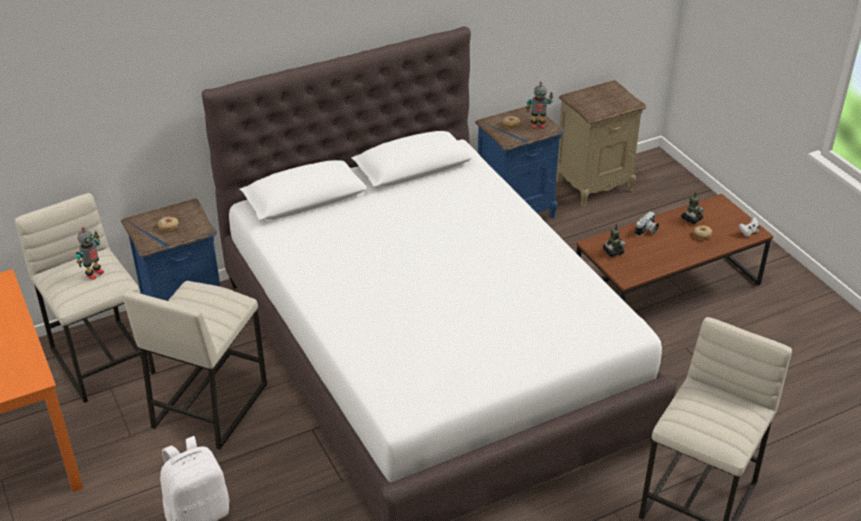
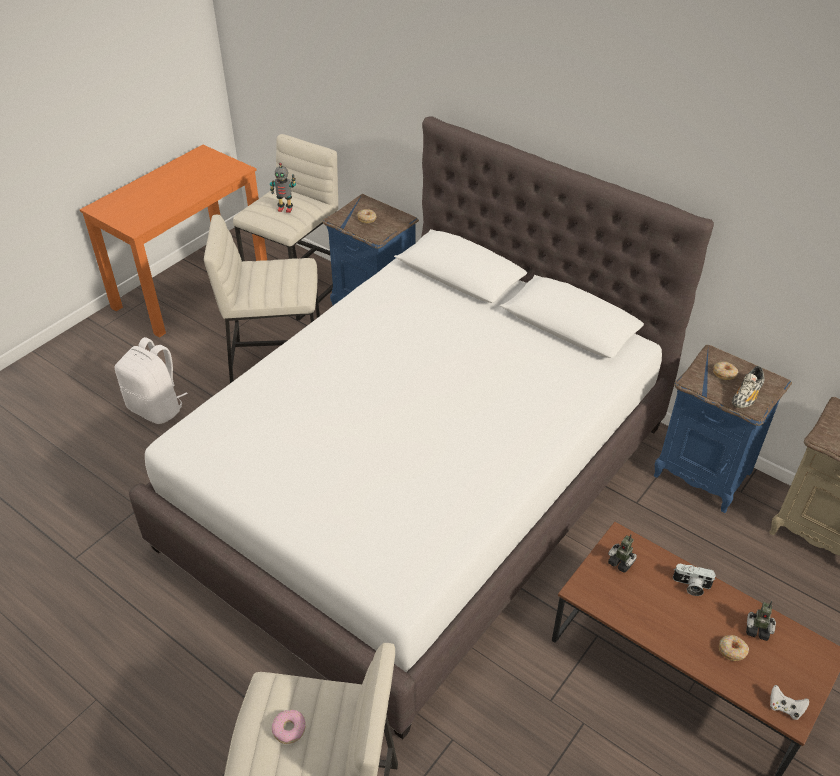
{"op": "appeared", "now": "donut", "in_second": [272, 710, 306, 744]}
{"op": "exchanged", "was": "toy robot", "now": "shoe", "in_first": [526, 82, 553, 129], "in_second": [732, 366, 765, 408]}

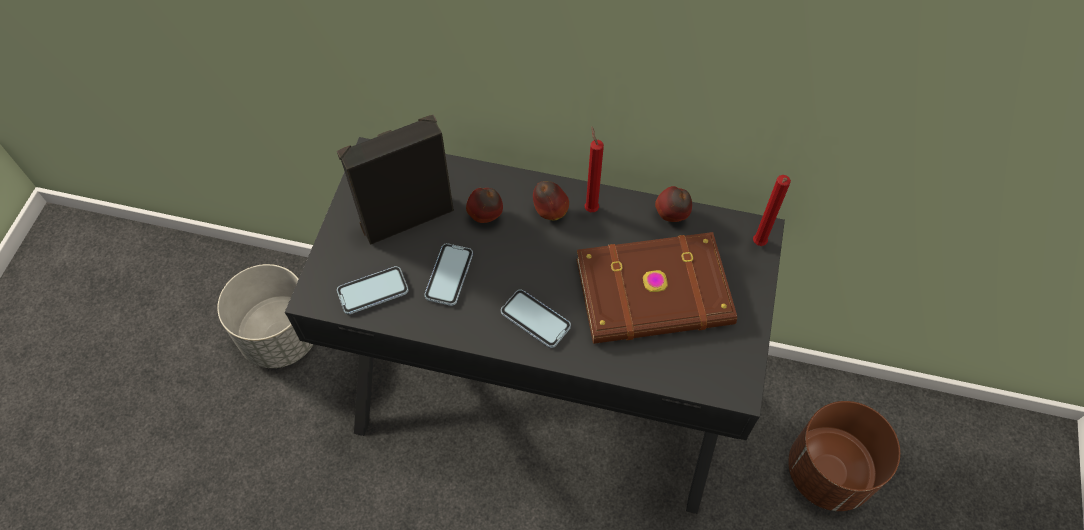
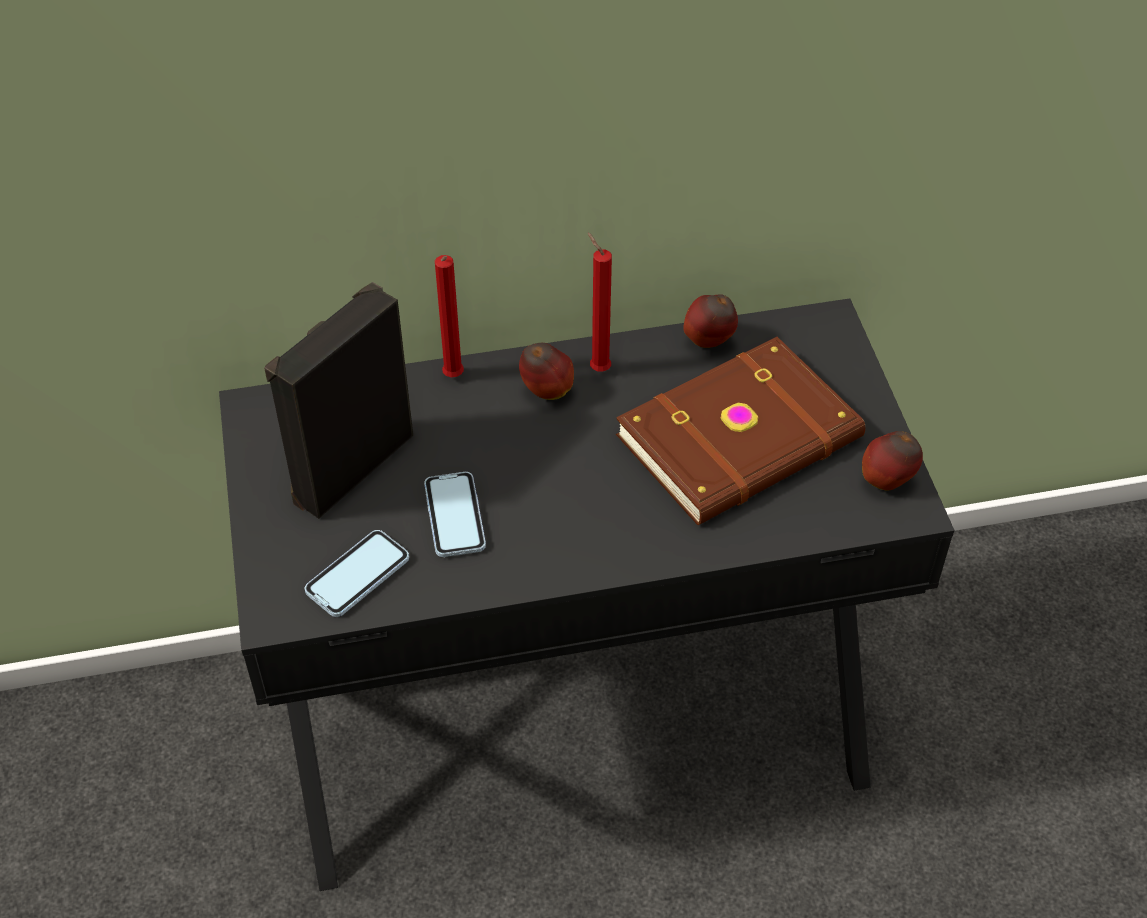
{"op": "relocated", "was": "red candle", "in_first": [753, 175, 791, 246], "in_second": [435, 255, 464, 377]}
{"op": "relocated", "was": "apple", "in_first": [466, 188, 503, 223], "in_second": [862, 431, 923, 490]}
{"op": "missing", "was": "grey planter", "in_first": [217, 264, 314, 368]}
{"op": "missing", "was": "phone", "in_first": [501, 289, 571, 348]}
{"op": "missing", "was": "brown planter", "in_first": [788, 401, 900, 511]}

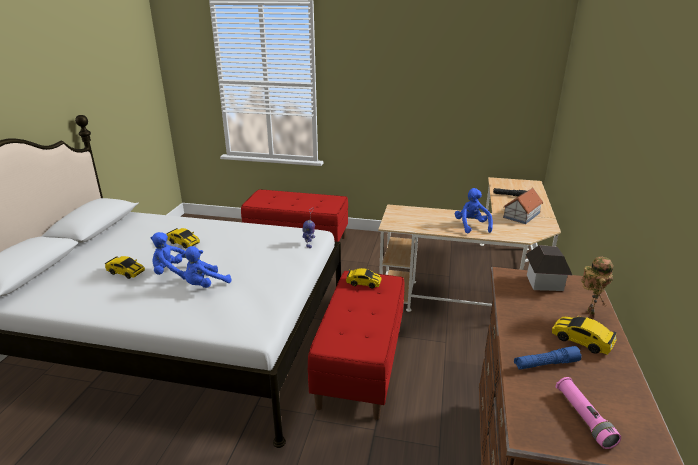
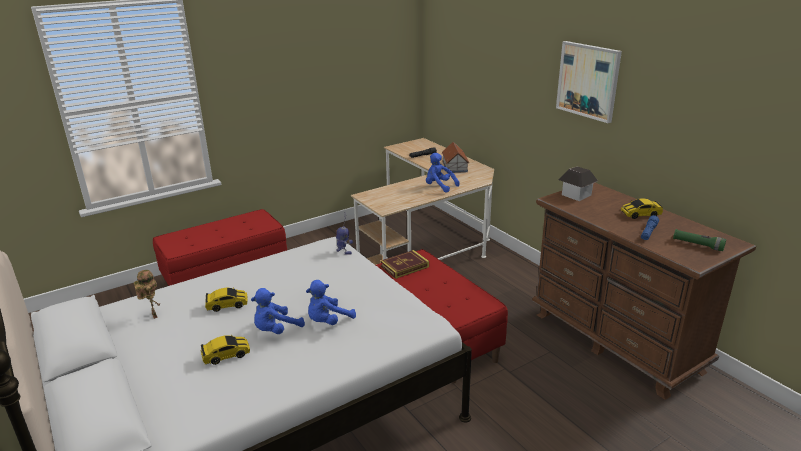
{"op": "relocated", "was": "toy robot", "in_first": [581, 256, 613, 318], "in_second": [134, 270, 161, 319]}
{"op": "spun", "was": "blue plush toy", "in_first": [181, 246, 231, 288], "in_second": [306, 280, 356, 325], "clockwise": 45}
{"op": "exchanged", "was": "toy car", "now": "book", "in_first": [346, 268, 382, 288], "in_second": [380, 250, 429, 279]}
{"op": "appeared", "now": "picture", "in_second": [556, 41, 622, 123]}
{"op": "colour", "was": "pink flashlight", "now": "green flashlight", "in_first": [556, 377, 621, 449], "in_second": [673, 229, 726, 251]}

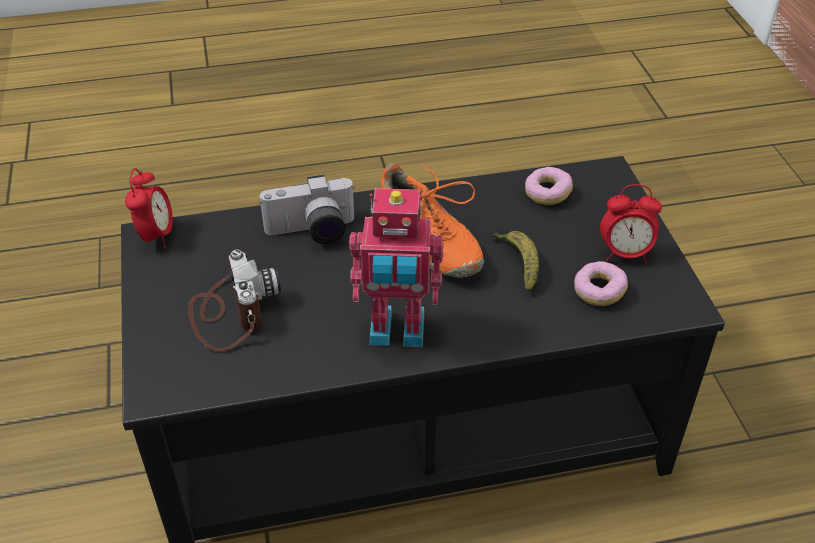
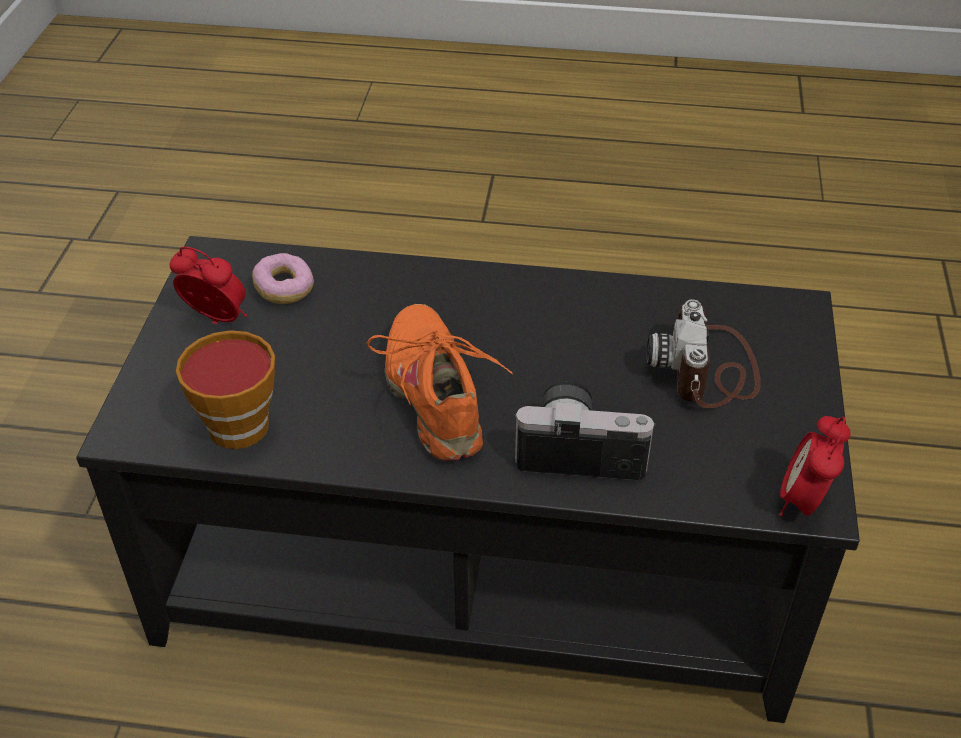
{"op": "exchanged", "was": "donut", "now": "cup", "in_first": [525, 167, 573, 205], "in_second": [176, 330, 275, 449]}
{"op": "missing", "was": "toy robot", "in_first": [349, 188, 444, 347]}
{"op": "missing", "was": "banana", "in_first": [492, 231, 539, 292]}

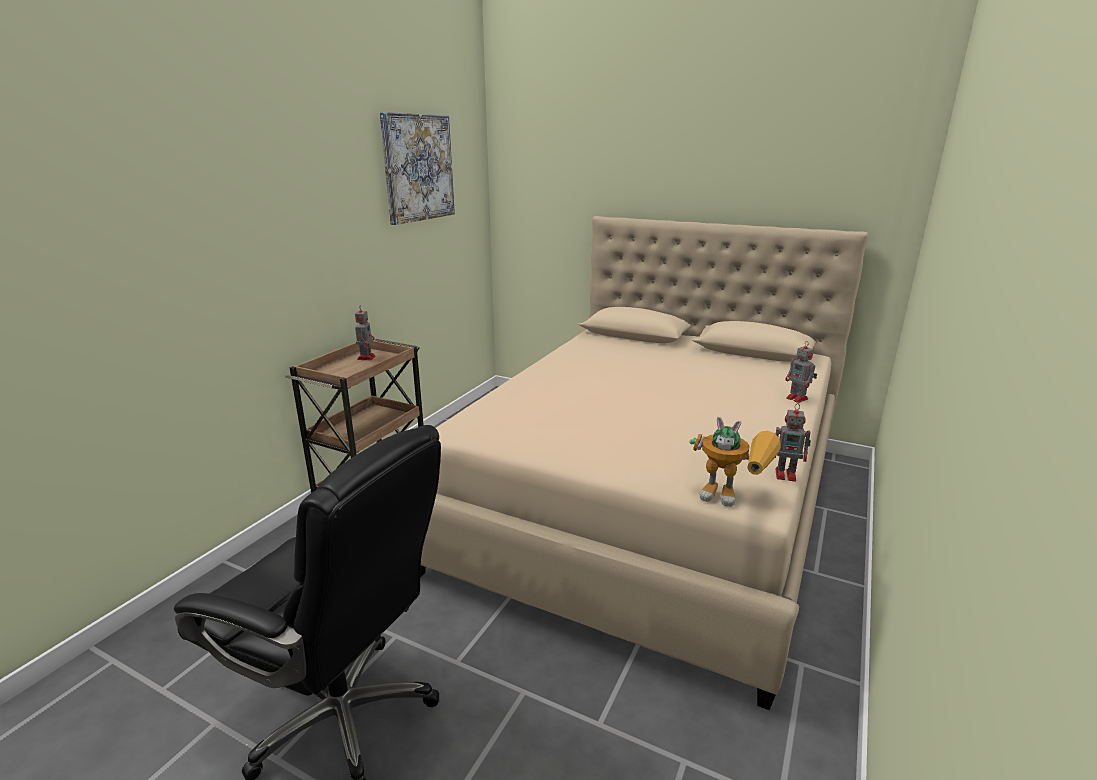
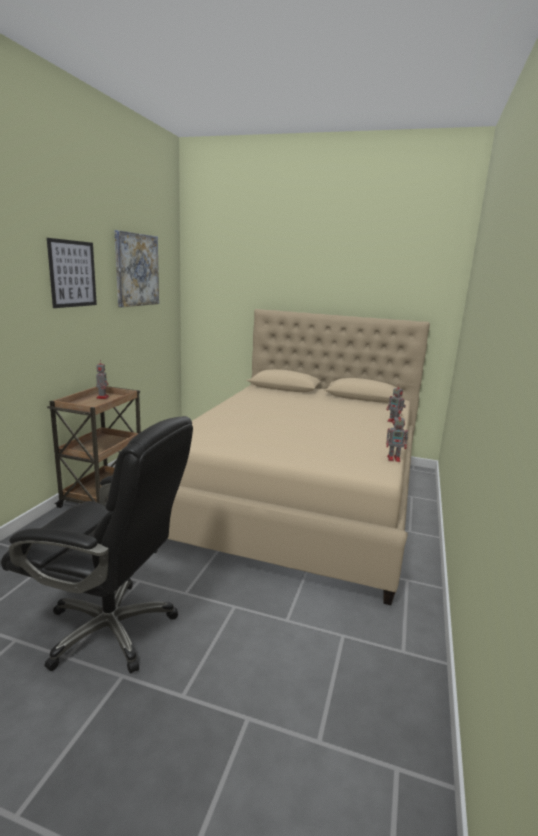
{"op": "appeared", "now": "picture", "in_second": [47, 238, 97, 308]}
{"op": "missing", "was": "toy robot", "in_first": [689, 416, 781, 507]}

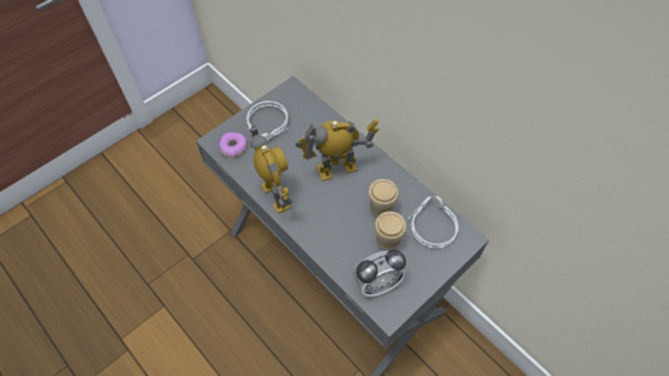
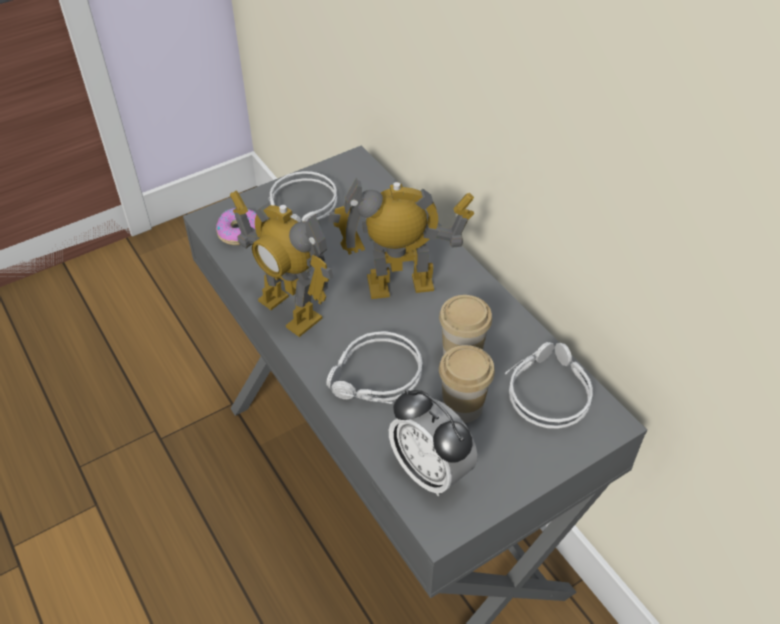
{"op": "spun", "was": "toy robot", "in_first": [249, 126, 292, 214], "in_second": [230, 190, 333, 337], "clockwise": 150}
{"op": "appeared", "now": "grey headphones", "in_second": [326, 331, 422, 404]}
{"op": "spun", "was": "alarm clock", "in_first": [353, 250, 406, 297], "in_second": [389, 389, 478, 496], "clockwise": 60}

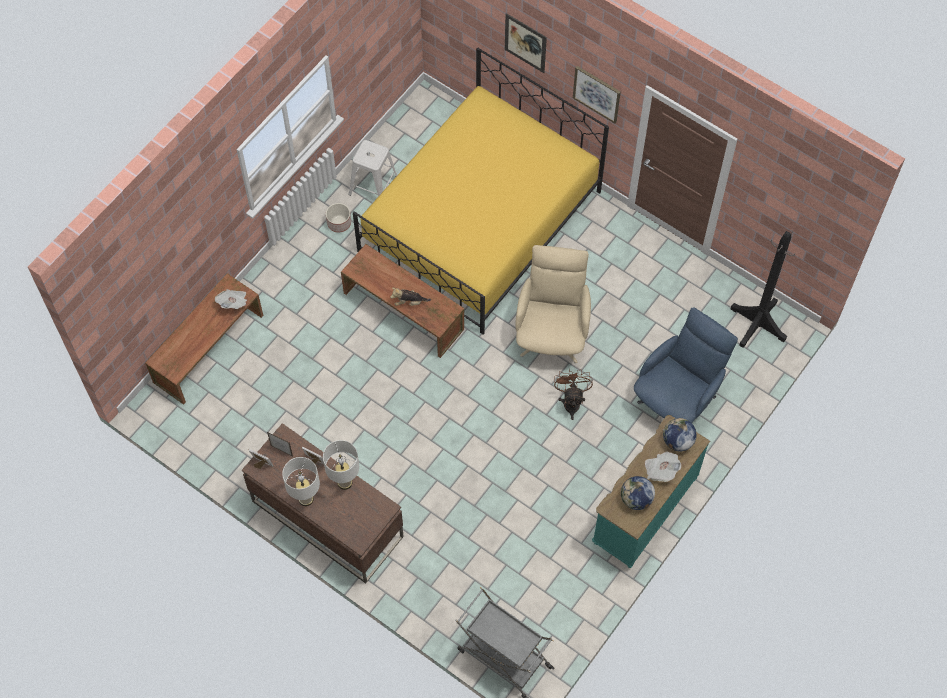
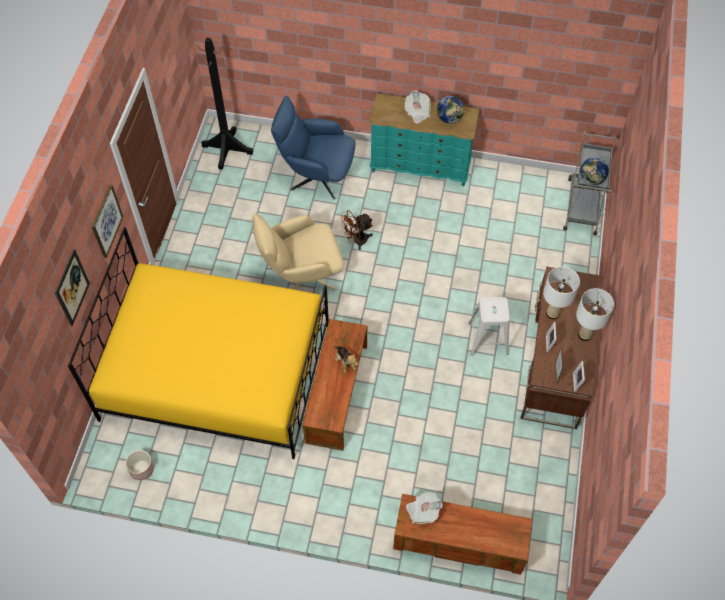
{"op": "relocated", "was": "planter", "in_first": [326, 203, 351, 233], "in_second": [125, 450, 154, 480]}
{"op": "relocated", "was": "white stool", "in_first": [348, 140, 397, 196], "in_second": [468, 297, 510, 355]}
{"op": "relocated", "was": "globe", "in_first": [663, 418, 697, 451], "in_second": [580, 157, 609, 185]}

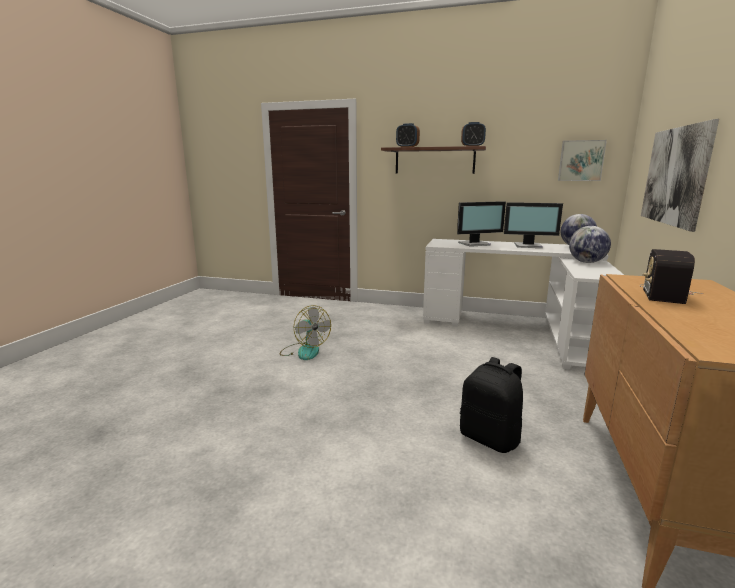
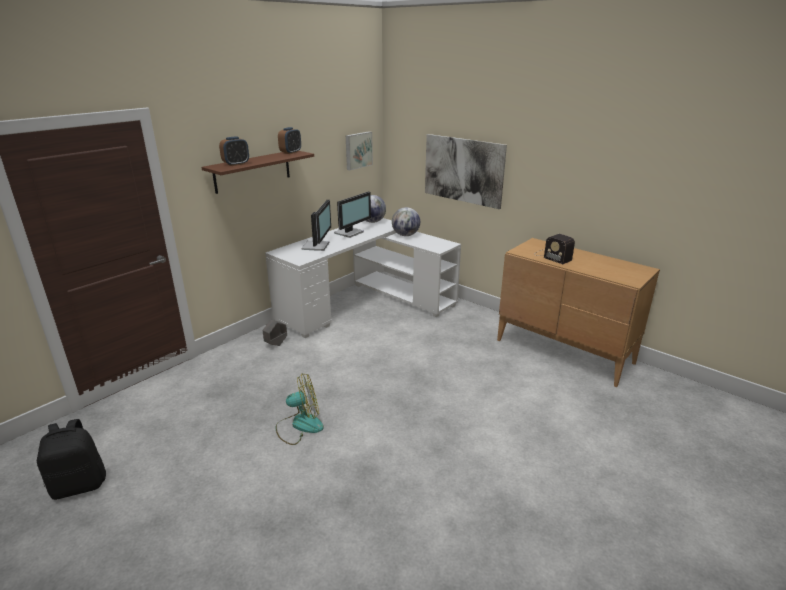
{"op": "relocated", "was": "black backpack", "in_first": [460, 357, 523, 453], "in_second": [37, 419, 106, 500]}
{"op": "appeared", "now": "grey planter", "in_second": [262, 320, 287, 346]}

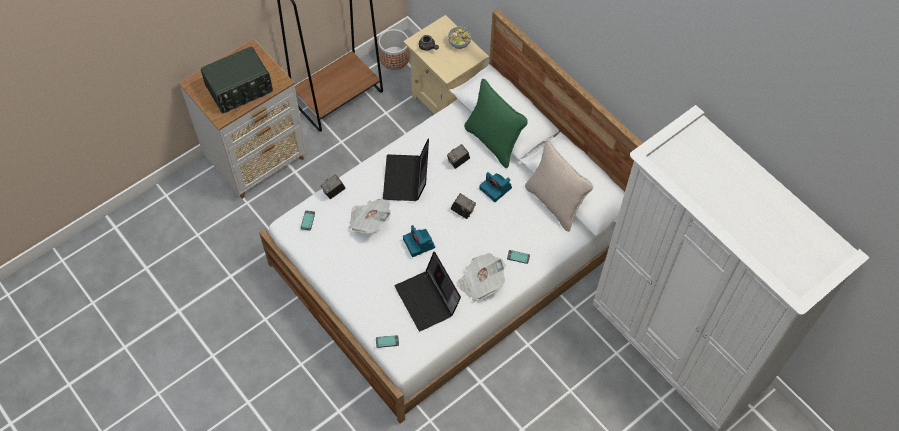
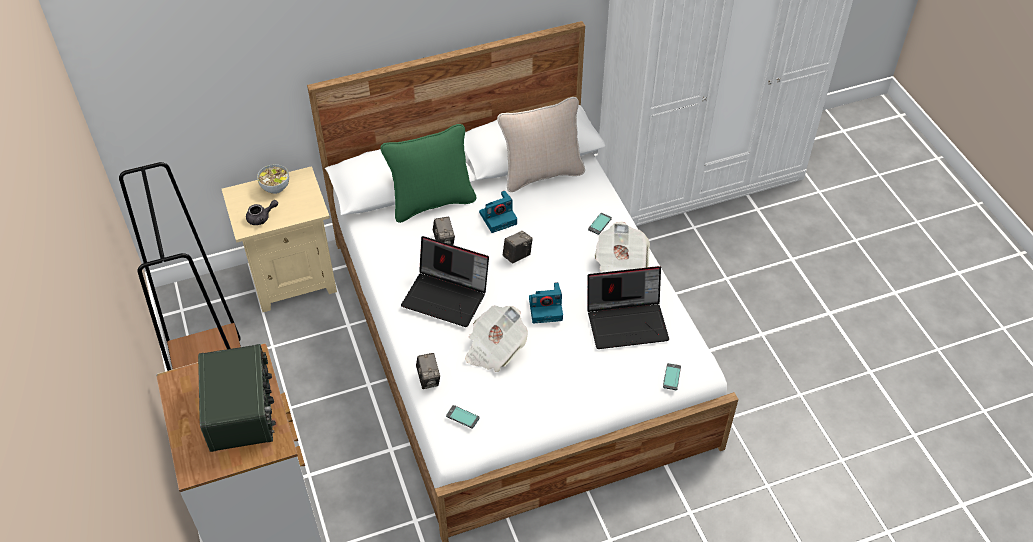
{"op": "missing", "was": "planter", "in_first": [378, 29, 409, 70]}

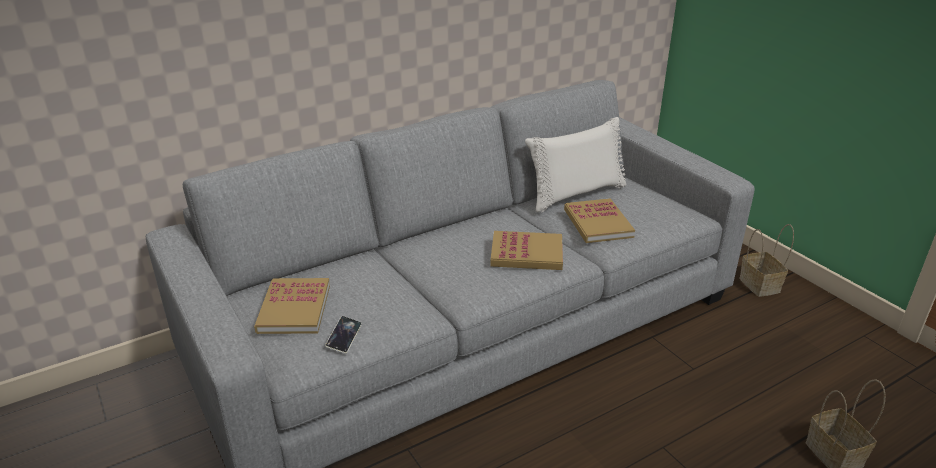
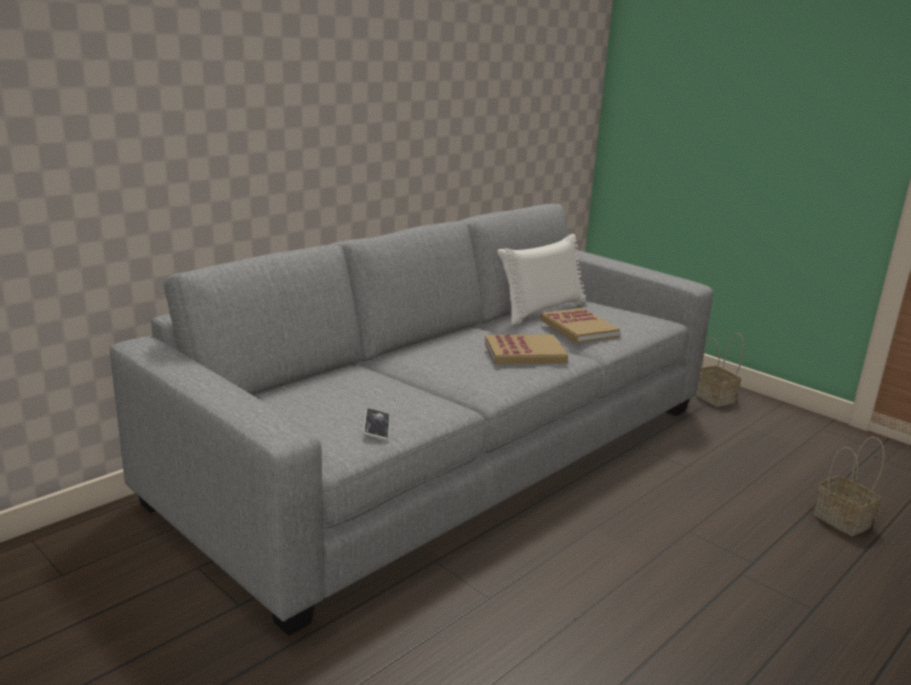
{"op": "missing", "was": "book", "in_first": [254, 278, 330, 334]}

